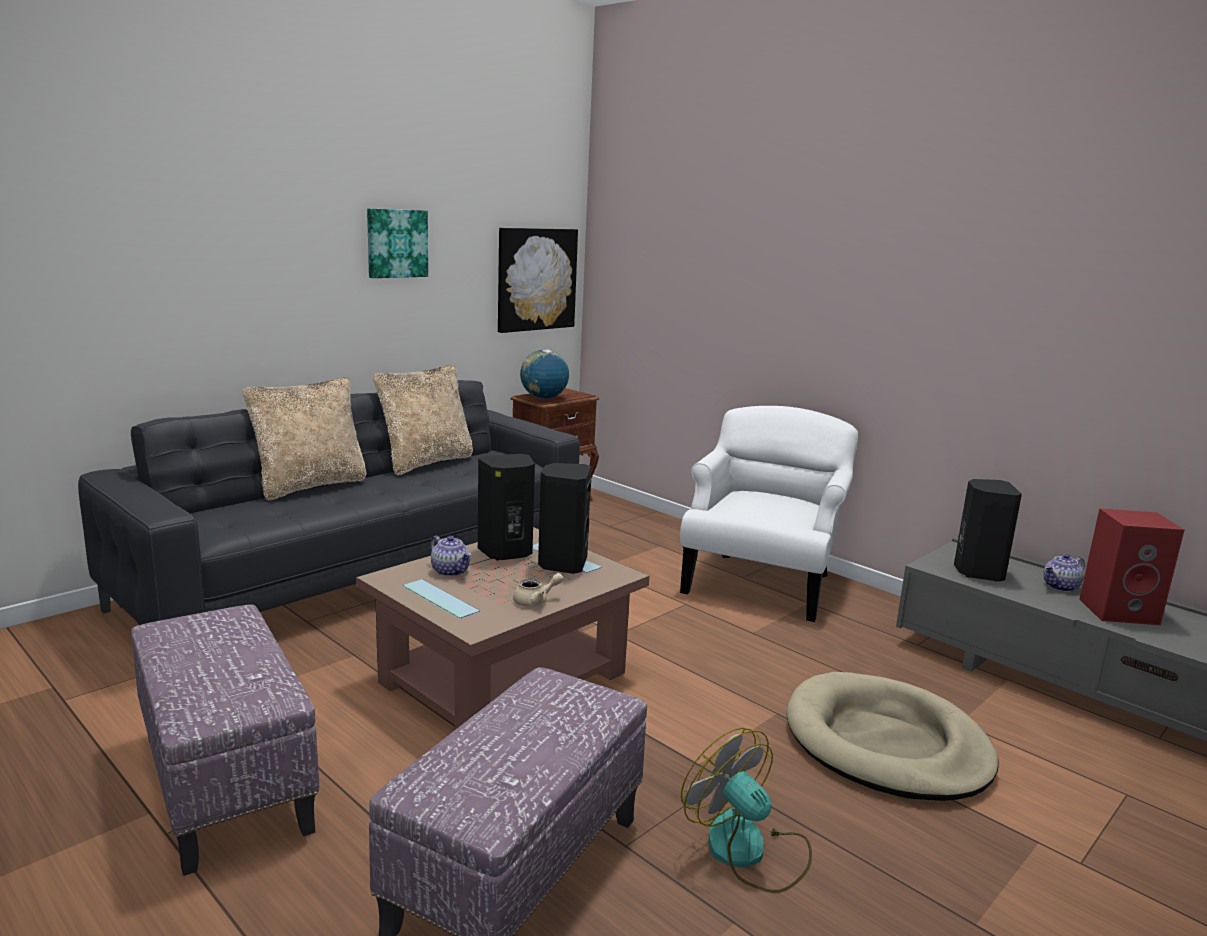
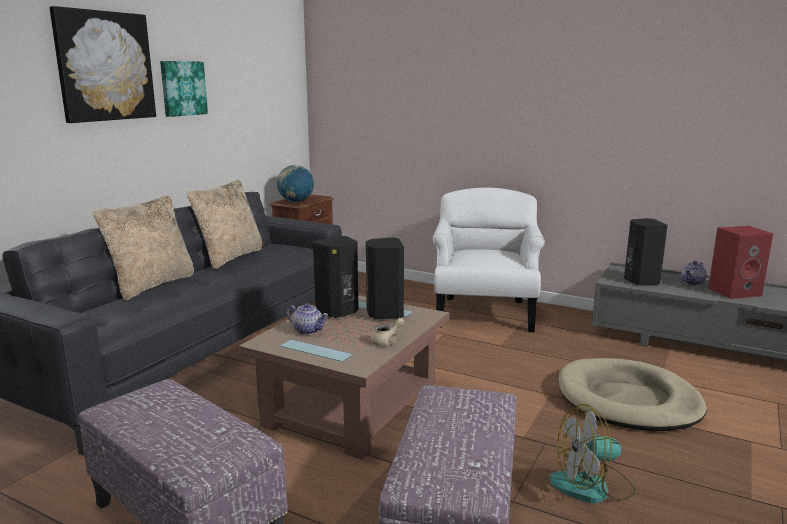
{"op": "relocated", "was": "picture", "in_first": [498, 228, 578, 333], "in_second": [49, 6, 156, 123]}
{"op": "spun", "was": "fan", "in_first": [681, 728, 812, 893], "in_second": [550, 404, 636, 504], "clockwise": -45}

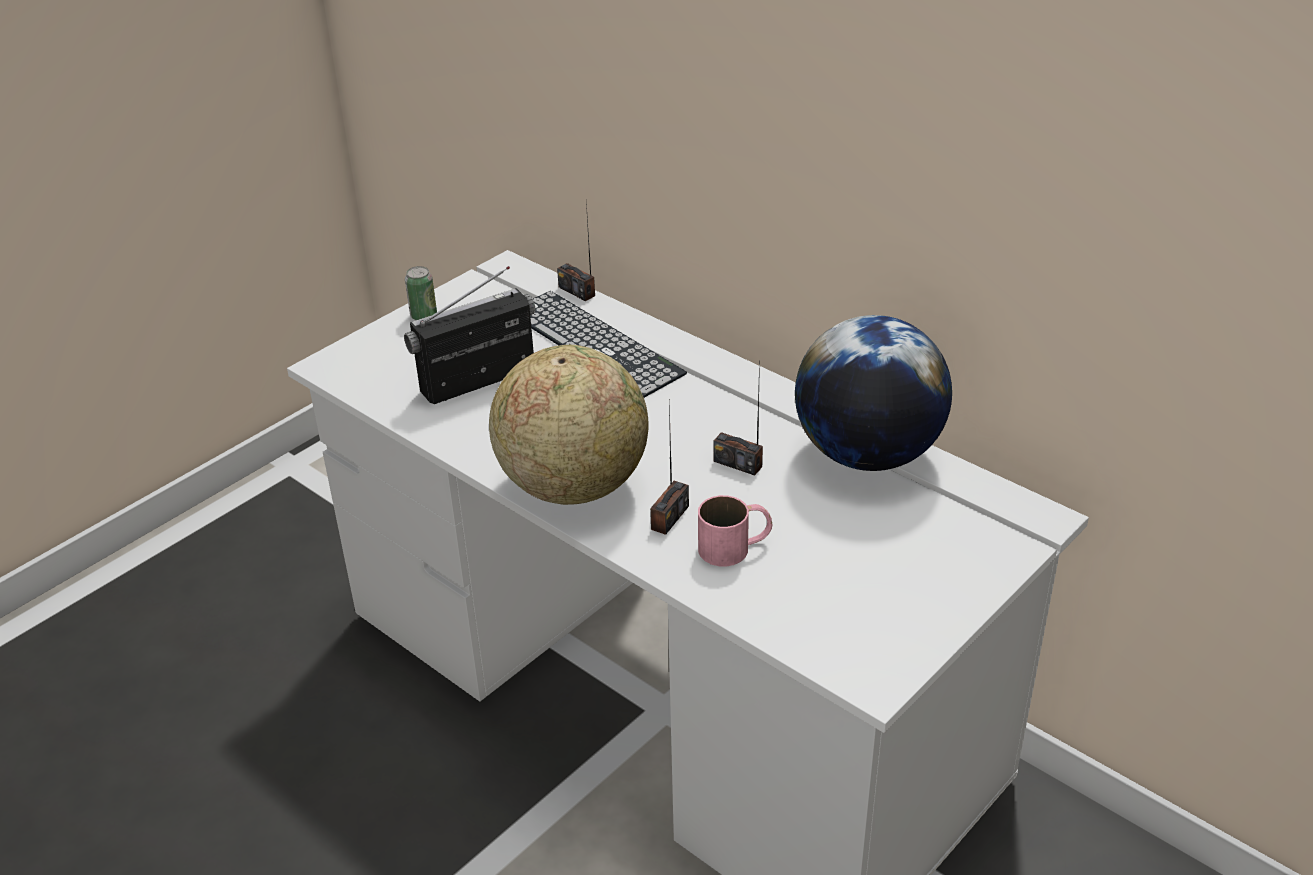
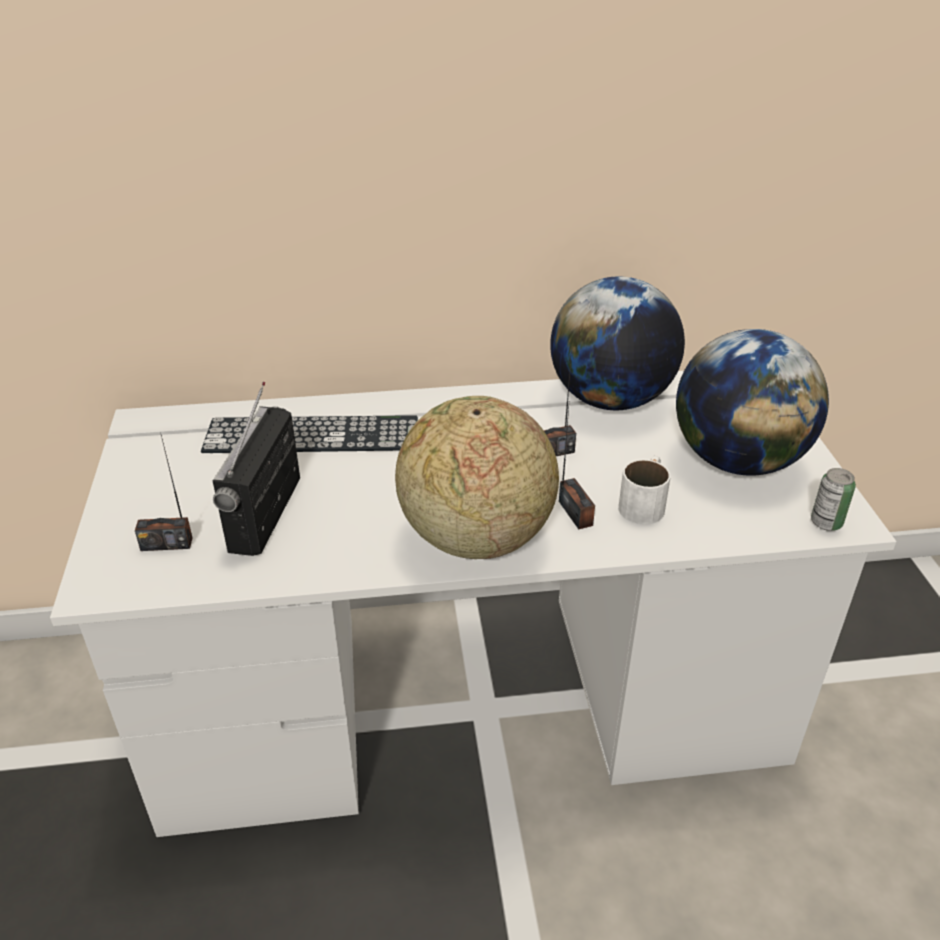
{"op": "relocated", "was": "radio", "in_first": [557, 202, 595, 301], "in_second": [135, 432, 193, 551]}
{"op": "colour", "was": "pink mug", "now": "white mug", "in_first": [698, 495, 772, 566], "in_second": [619, 456, 670, 525]}
{"op": "appeared", "now": "globe", "in_second": [676, 329, 829, 476]}
{"op": "relocated", "was": "can", "in_first": [405, 266, 437, 320], "in_second": [811, 468, 856, 531]}

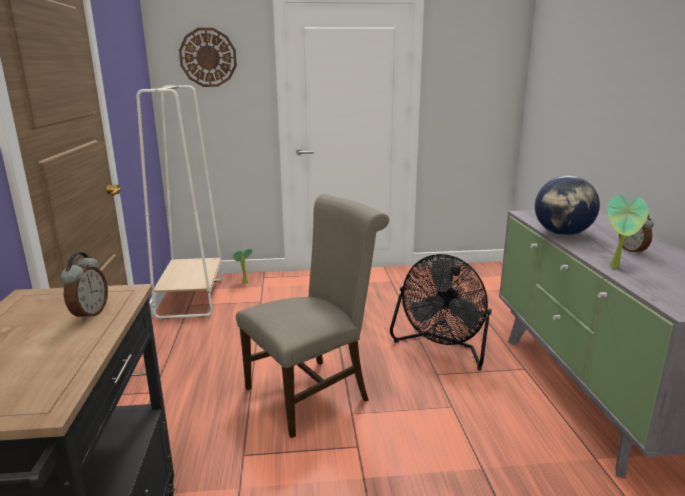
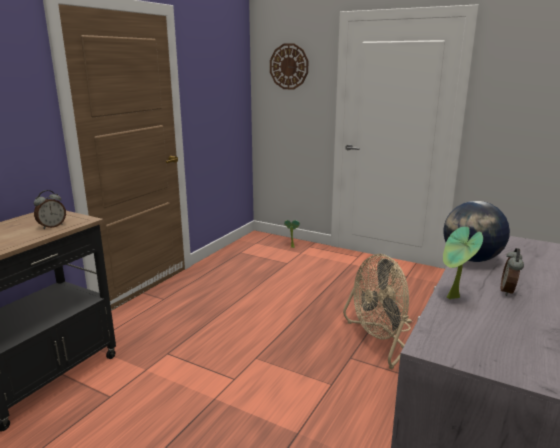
{"op": "colour", "was": "black fan", "now": "beige fan", "in_first": [390, 254, 492, 370], "in_second": [343, 254, 412, 369]}
{"op": "missing", "was": "clothes rack", "in_first": [136, 85, 224, 319]}
{"op": "missing", "was": "beige chair", "in_first": [236, 194, 389, 438]}

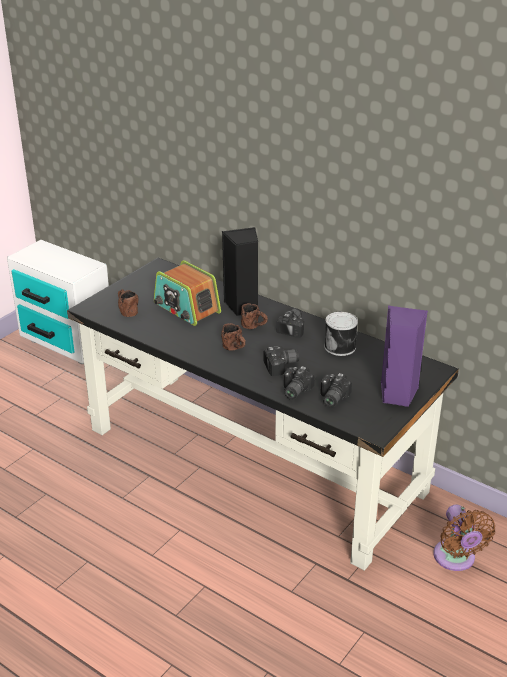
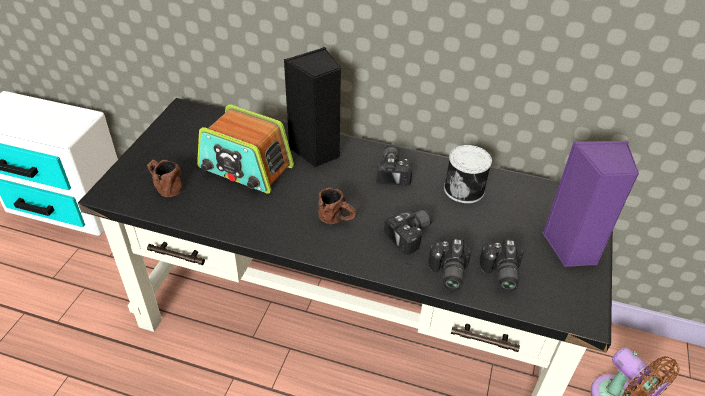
{"op": "missing", "was": "brown mug", "in_first": [241, 303, 268, 329]}

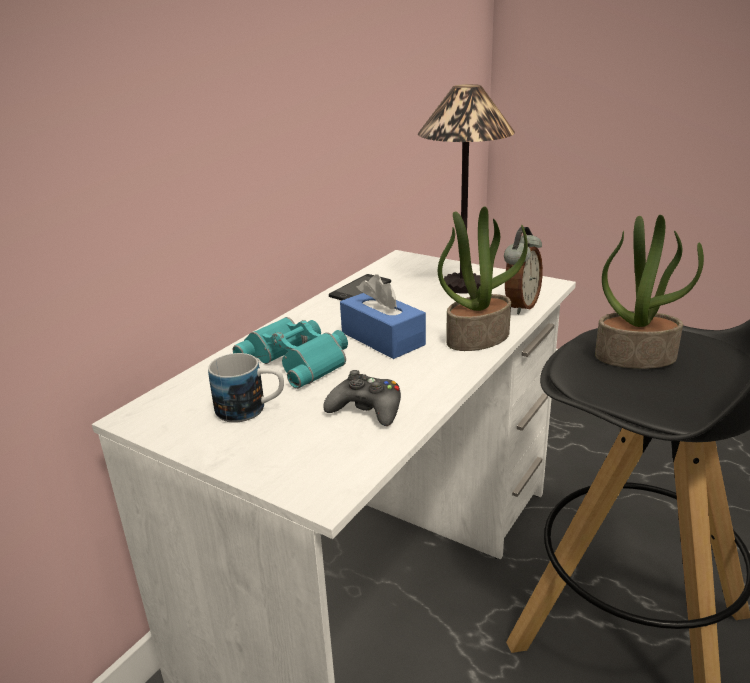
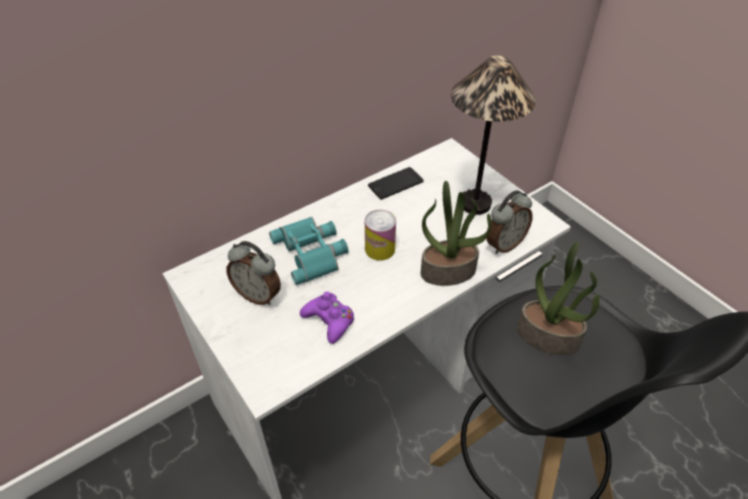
{"op": "exchanged", "was": "mug", "now": "alarm clock", "in_first": [208, 353, 284, 422], "in_second": [226, 241, 281, 305]}
{"op": "colour", "was": "black game controller", "now": "purple game controller", "in_first": [323, 370, 401, 426], "in_second": [300, 292, 354, 344]}
{"op": "exchanged", "was": "blue tissue box", "now": "can", "in_first": [340, 275, 426, 359], "in_second": [365, 209, 396, 261]}

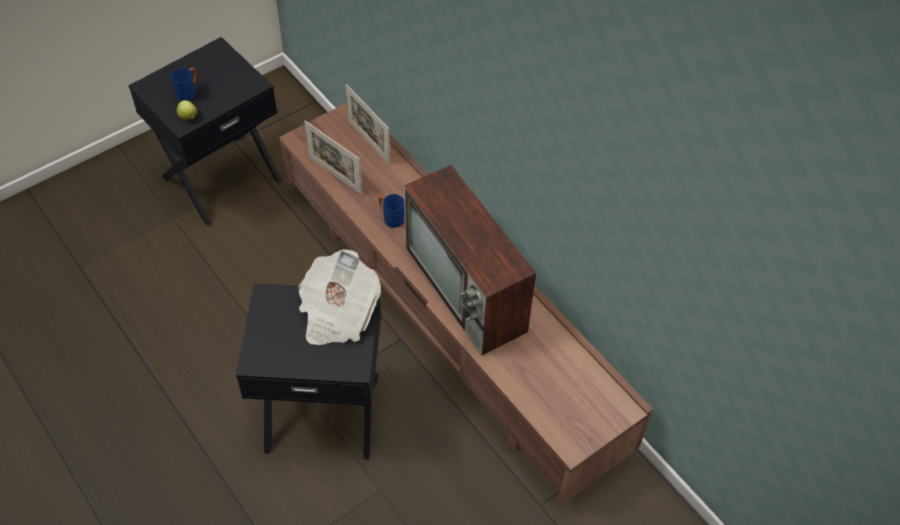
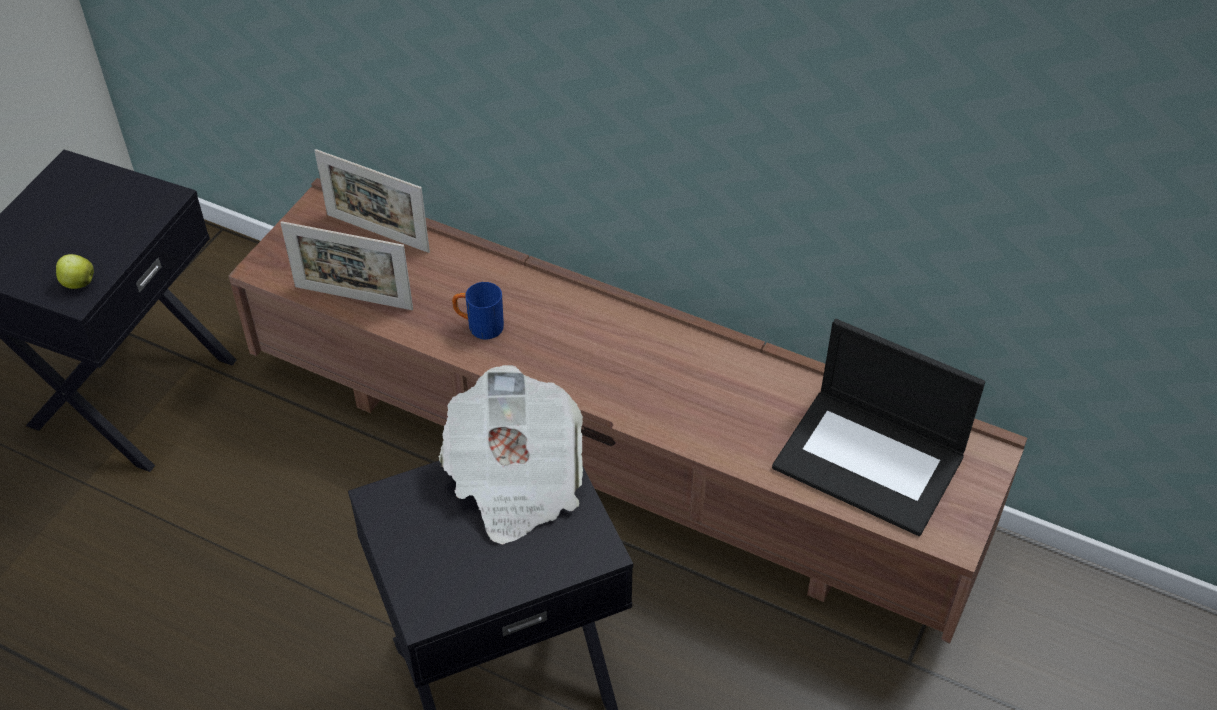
{"op": "appeared", "now": "laptop", "in_second": [772, 319, 985, 536]}
{"op": "missing", "was": "blue mug", "in_first": [170, 67, 197, 101]}
{"op": "missing", "was": "television", "in_first": [404, 165, 536, 355]}

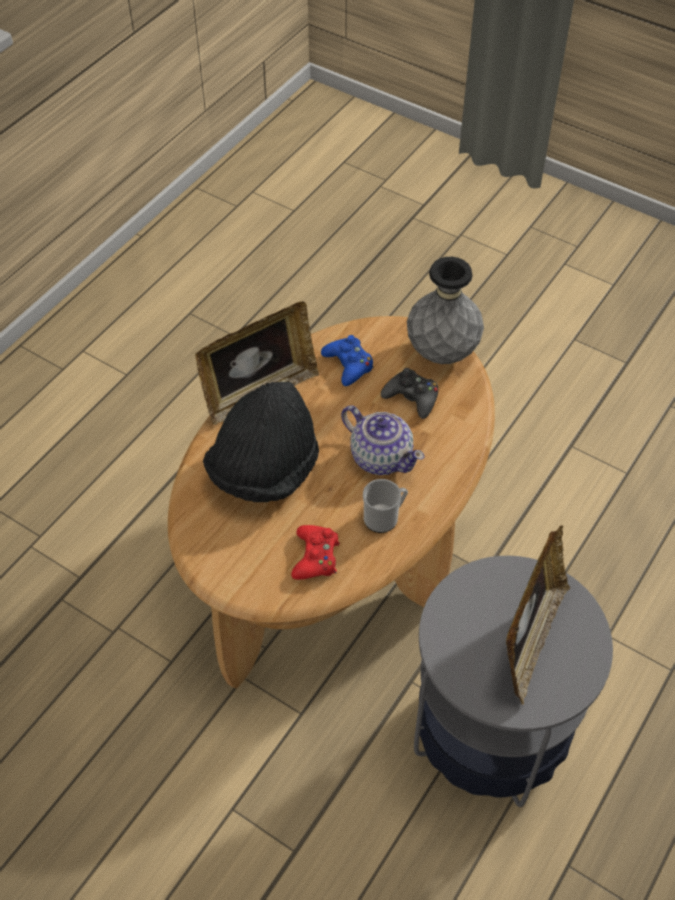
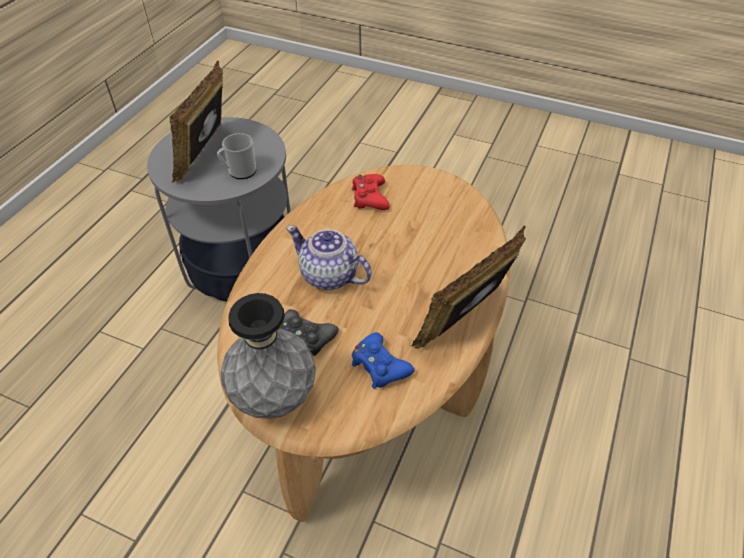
{"op": "relocated", "was": "mug", "in_first": [363, 479, 408, 533], "in_second": [217, 133, 256, 179]}
{"op": "missing", "was": "black hat", "in_first": [203, 382, 319, 502]}

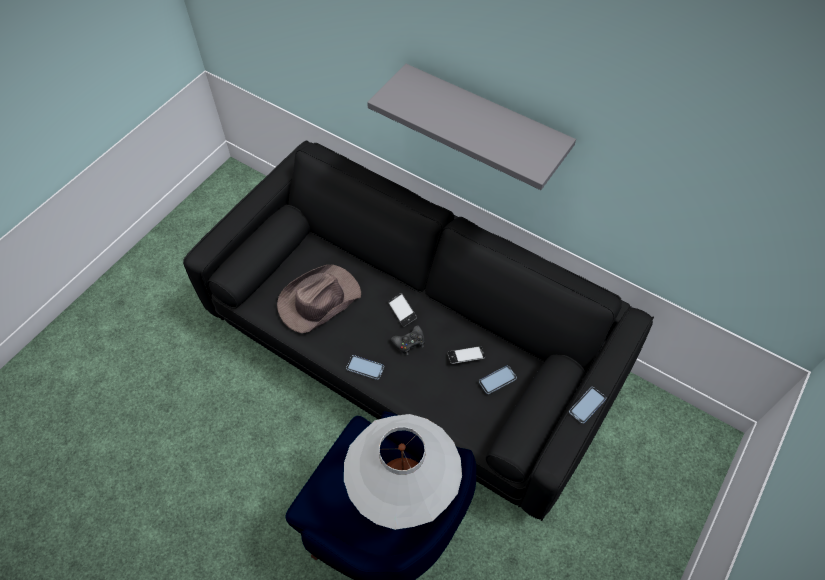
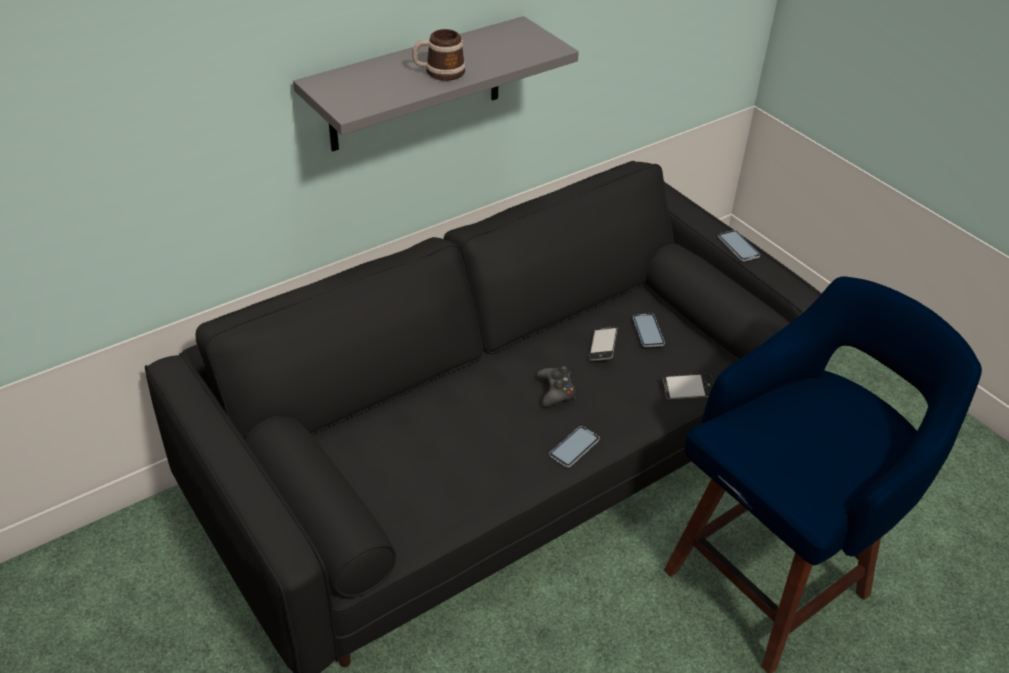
{"op": "appeared", "now": "mug", "in_second": [412, 29, 466, 81]}
{"op": "relocated", "was": "phone", "in_first": [388, 293, 417, 327], "in_second": [663, 374, 713, 400]}
{"op": "missing", "was": "brown hat", "in_first": [277, 265, 361, 333]}
{"op": "missing", "was": "white table lamp", "in_first": [344, 414, 462, 530]}

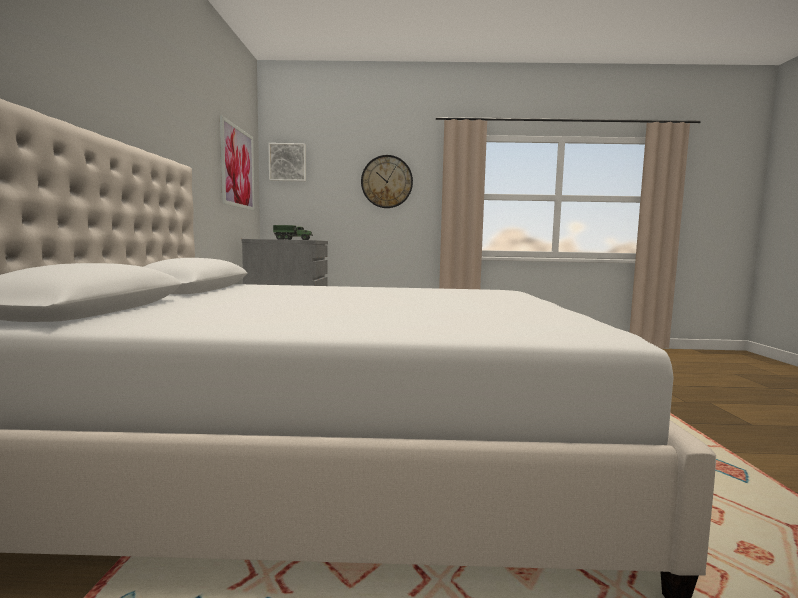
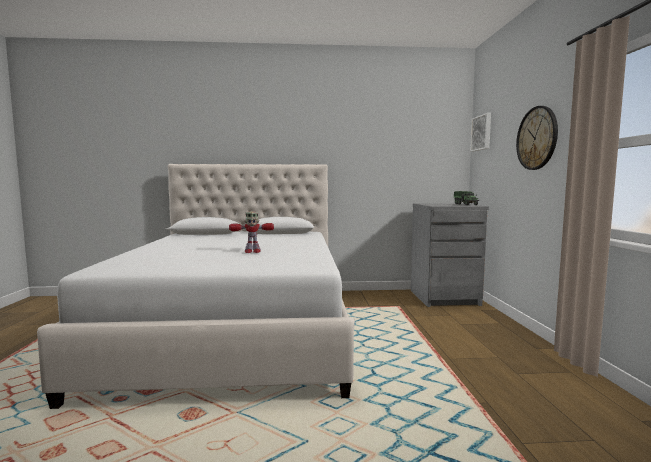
{"op": "appeared", "now": "toy robot", "in_second": [229, 212, 274, 253]}
{"op": "missing", "was": "picture", "in_first": [220, 116, 254, 211]}

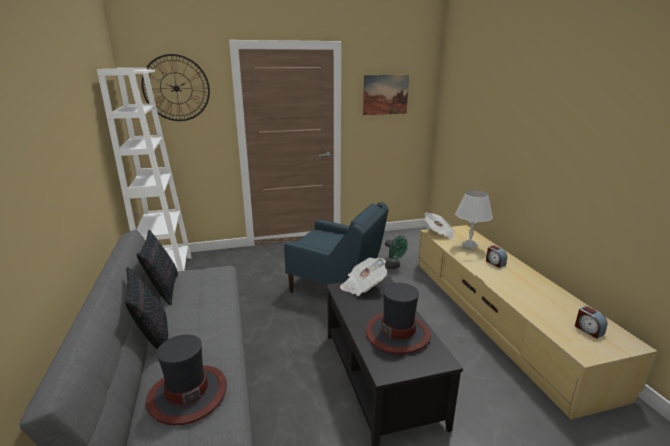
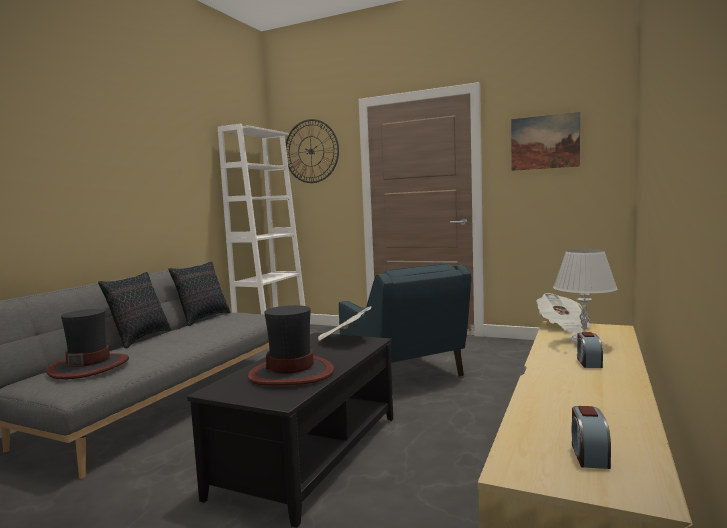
{"op": "missing", "was": "green fan", "in_first": [384, 236, 408, 269]}

